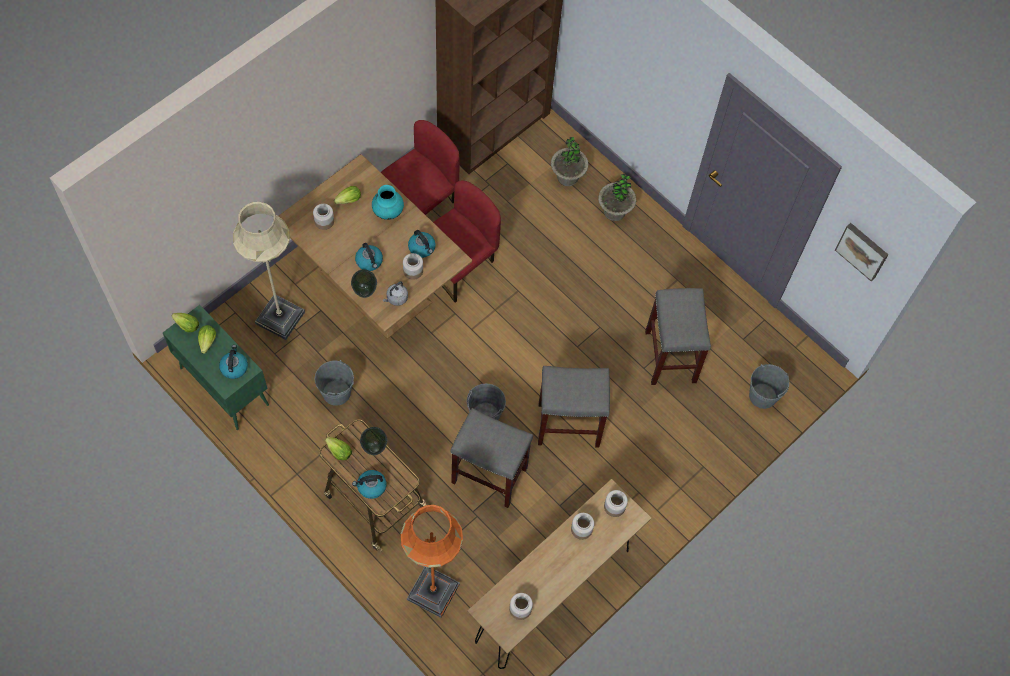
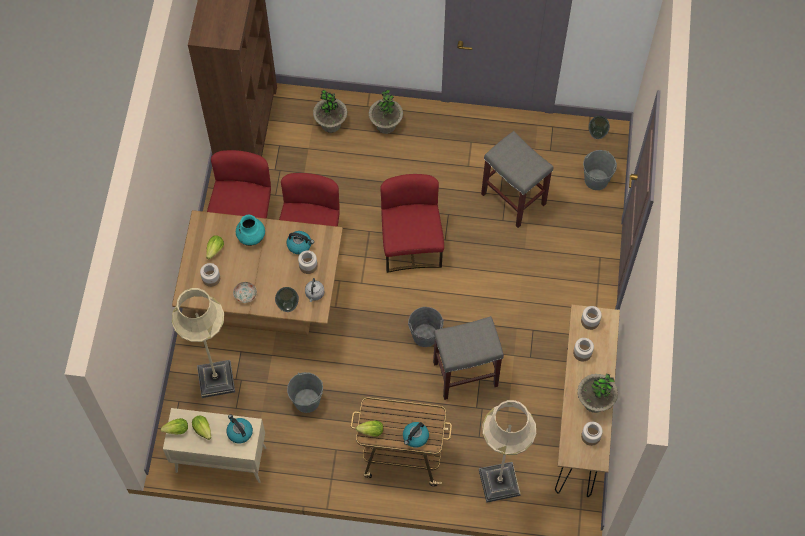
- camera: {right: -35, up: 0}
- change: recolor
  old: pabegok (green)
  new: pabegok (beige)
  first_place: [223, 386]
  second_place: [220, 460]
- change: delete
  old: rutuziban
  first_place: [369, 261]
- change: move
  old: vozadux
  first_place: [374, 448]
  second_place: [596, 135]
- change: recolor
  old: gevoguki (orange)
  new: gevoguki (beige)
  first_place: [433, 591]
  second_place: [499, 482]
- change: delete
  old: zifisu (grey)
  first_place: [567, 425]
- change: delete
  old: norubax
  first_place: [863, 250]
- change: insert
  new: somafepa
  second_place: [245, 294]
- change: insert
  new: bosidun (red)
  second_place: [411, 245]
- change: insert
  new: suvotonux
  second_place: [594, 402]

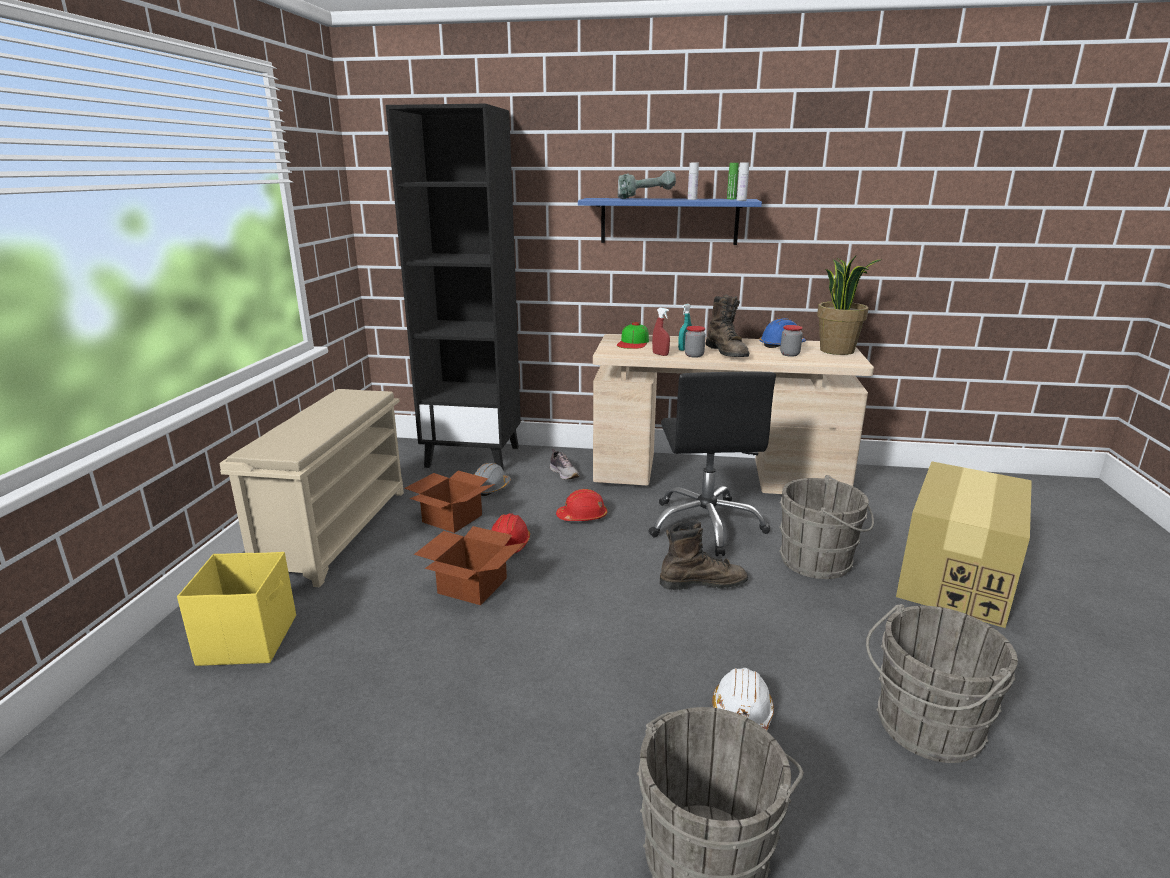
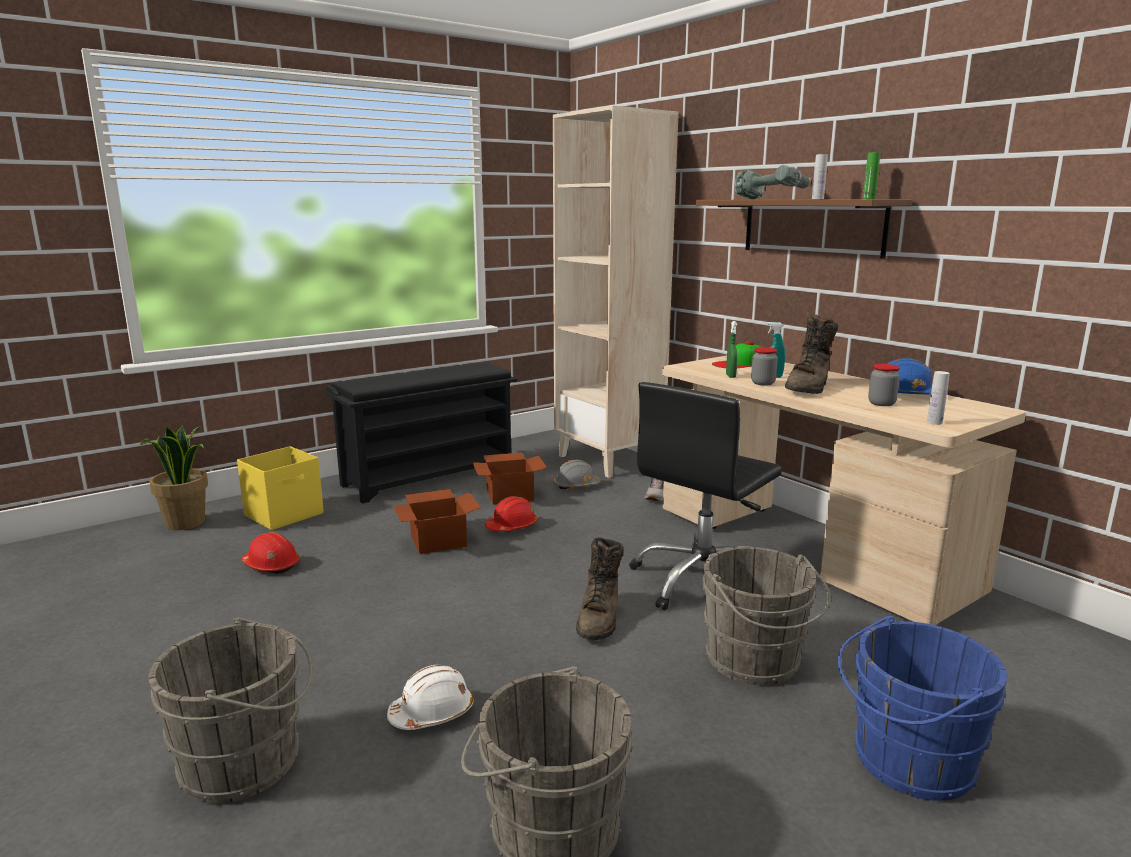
- camera: {right: 45, up: -5}
- change: recolor
  old: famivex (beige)
  new: famivex (black)
  first_place: [336, 530]
  second_place: [430, 476]
- change: recolor
  old: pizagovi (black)
  new: pizagovi (beige)
  first_place: [474, 456]
  second_place: [609, 460]
- change: move
  old: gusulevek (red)
  first_place: [582, 517]
  second_place: [271, 565]
- change: recolor
  old: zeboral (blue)
  new: zeboral (brown)
  first_place: [669, 221]
  second_place: [812, 227]
- change: recolor
  old: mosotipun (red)
  new: mosotipun (green)
  first_place: [660, 354]
  second_place: [730, 376]
- change: rotate
  old: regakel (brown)
  first_place: [702, 583]
  second_place: [599, 619]
  degrees: 60
- change: move
  old: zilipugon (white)
  first_place: [741, 200]
  second_place: [934, 422]
- change: move
  old: suvotonux
  first_place: [837, 350]
  second_place: [186, 523]
- change: replace
  old: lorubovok
  new: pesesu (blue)
  first_place: [955, 577]
  second_place: [906, 762]

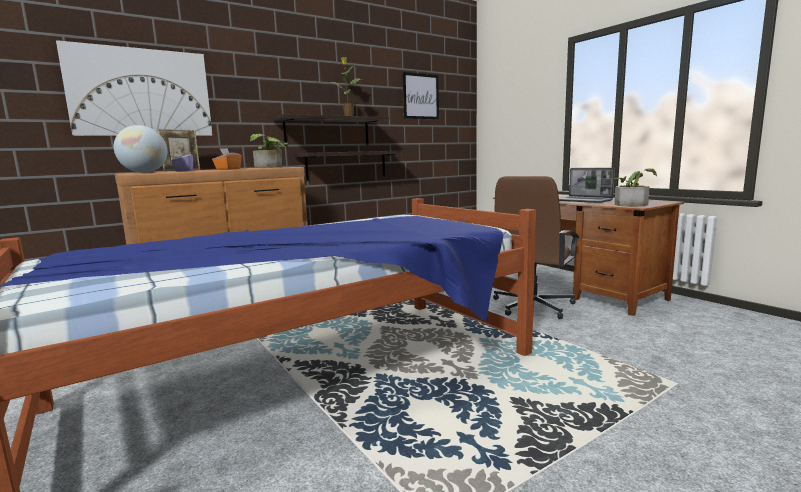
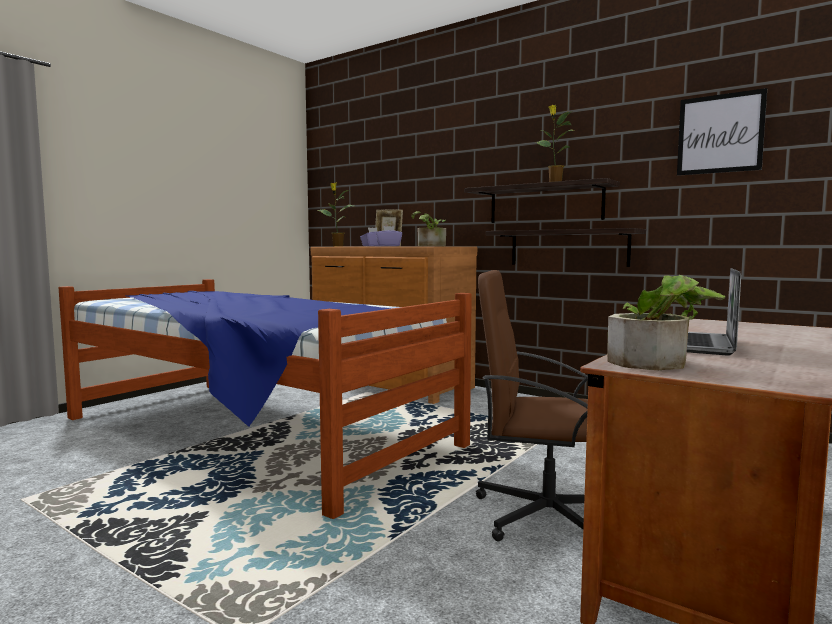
- camera: {right: 70, up: -5}
- change: delete
  old: norubax
  first_place: [141, 93]
- change: replace
  old: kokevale
  new: suvotonux
  first_place: [144, 172]
  second_place: [337, 246]
- change: recolor
  old: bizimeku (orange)
  new: bizimeku (purple)
  first_place: [228, 169]
  second_place: [389, 246]

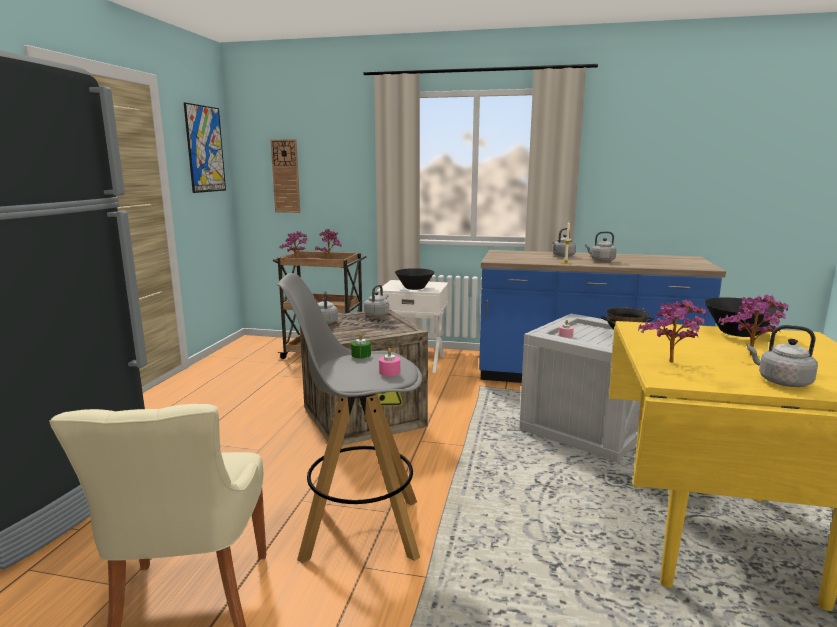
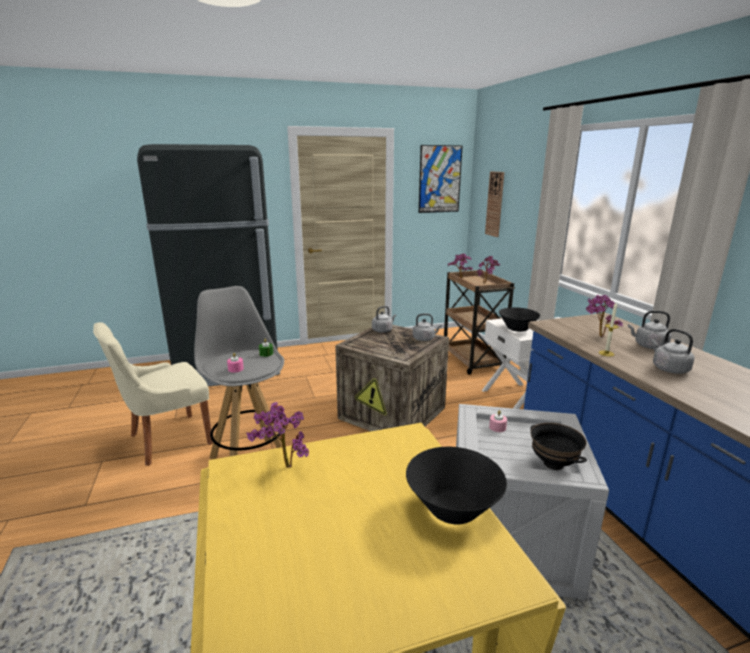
- camera: {right: 60, up: 5}
- change: move
  old: suvotonux
  first_place: [751, 356]
  second_place: [597, 336]
- change: delete
  old: rutuziban (grey)
  first_place: [781, 382]

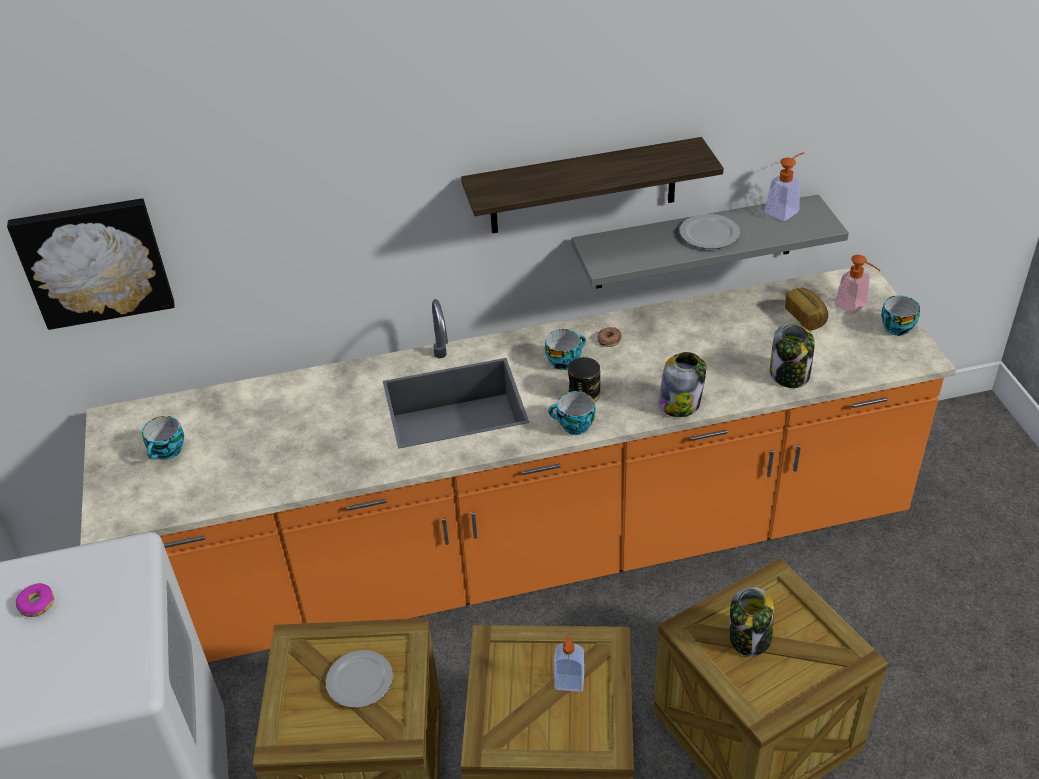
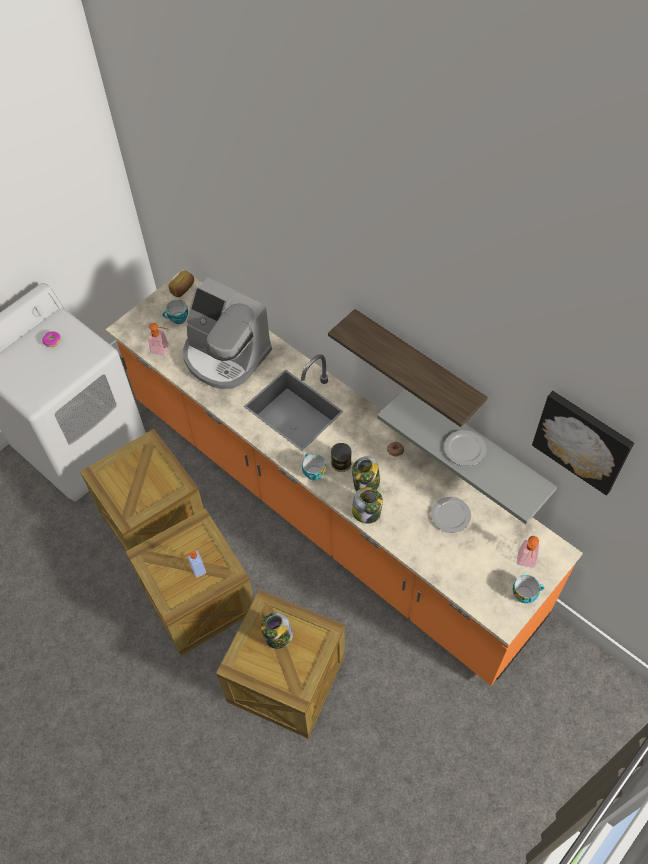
- camera: {right: 55, up: 15}
- change: move
  old: norubax
  first_place: [94, 261]
  second_place: [583, 441]
- change: move
  old: somafepa
  first_place: [360, 679]
  second_place: [451, 515]
- change: delete
  old: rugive
  first_place: [564, 360]
- change: move
  old: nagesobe
  first_place: [785, 210]
  second_place: [163, 349]
- change: move
  old: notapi
  first_place: [790, 375]
  second_place: [366, 484]
- change: move
  old: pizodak
  first_place: [806, 317]
  second_place: [183, 289]
- change: insert
  new: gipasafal
  second_place: [225, 356]

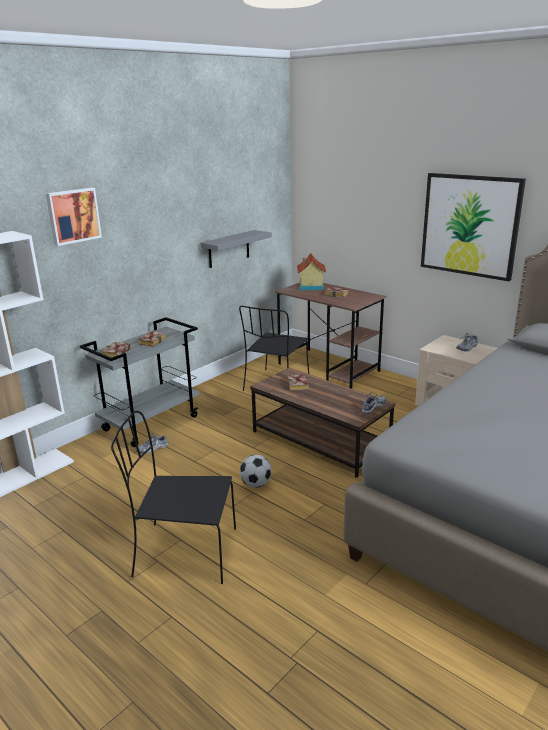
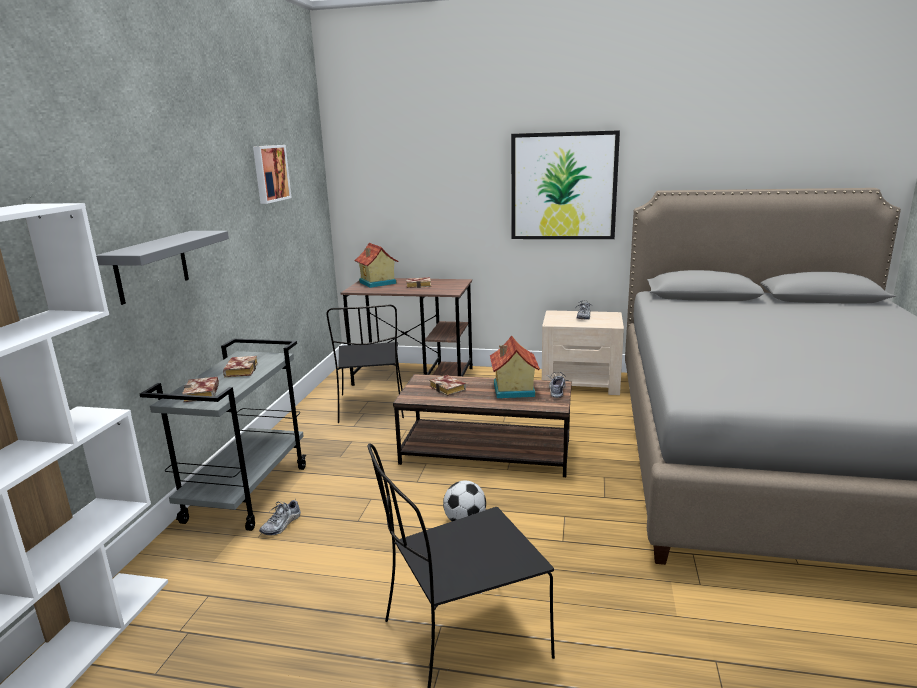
- camera: {right: -30, up: -5}
- change: move
  old: norubax
  first_place: [73, 216]
  second_place: [270, 173]
- change: move
  old: zeboral (grey)
  first_place: [229, 249]
  second_place: [152, 266]
- change: insert
  new: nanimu
  second_place: [512, 390]

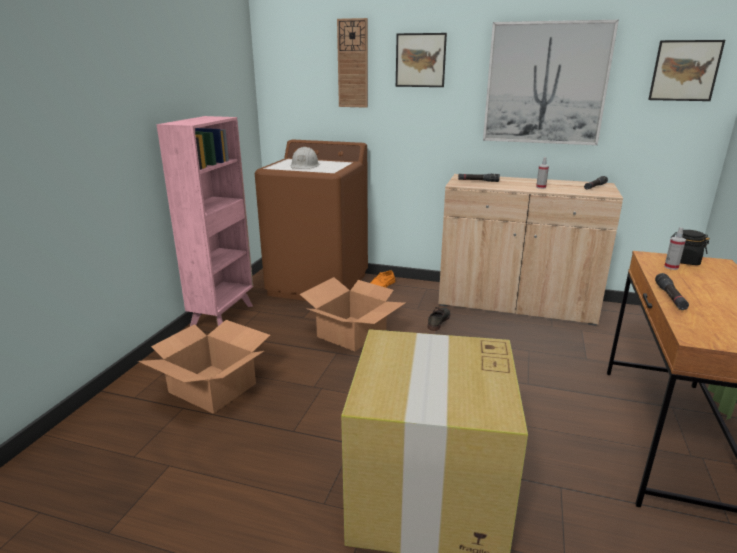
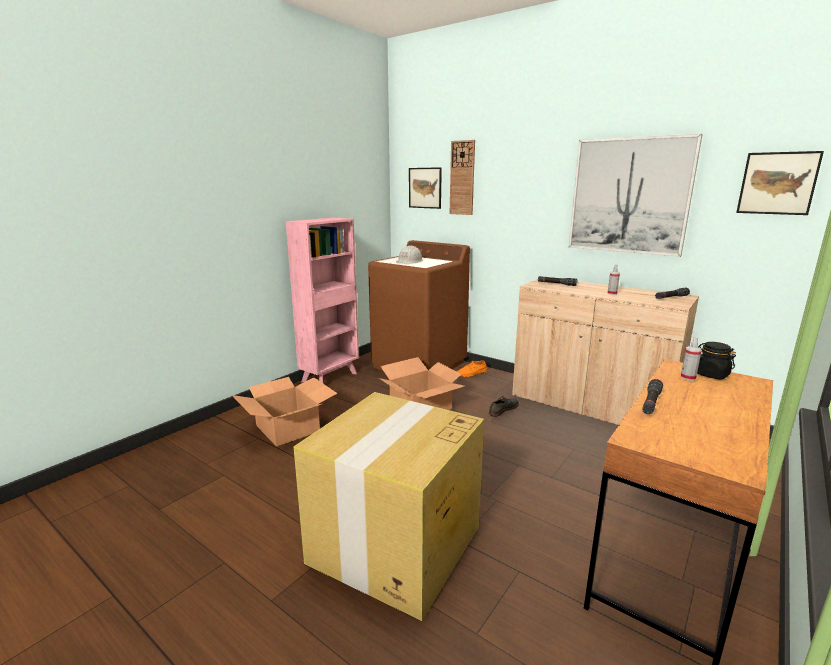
- camera: {right: 20, up: -5}
- change: move
  old: norubax
  first_place: [420, 60]
  second_place: [425, 188]

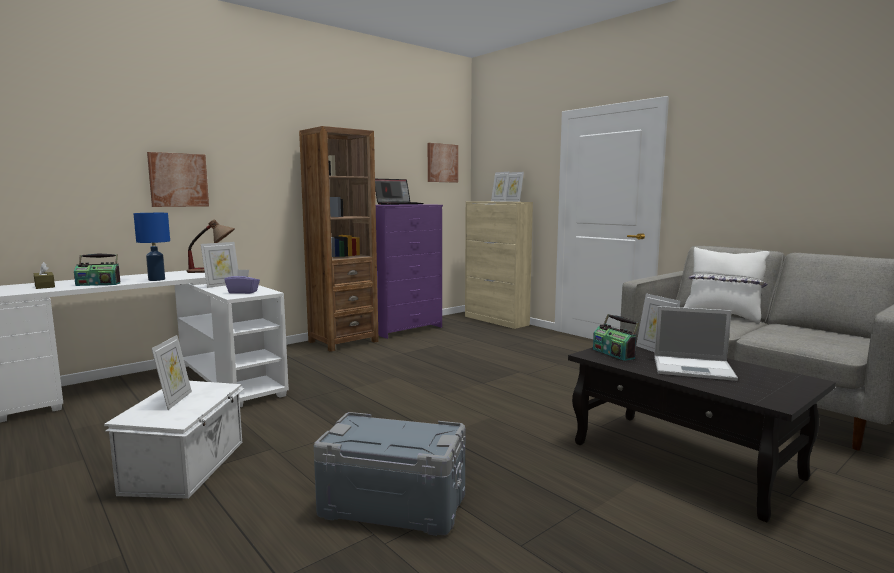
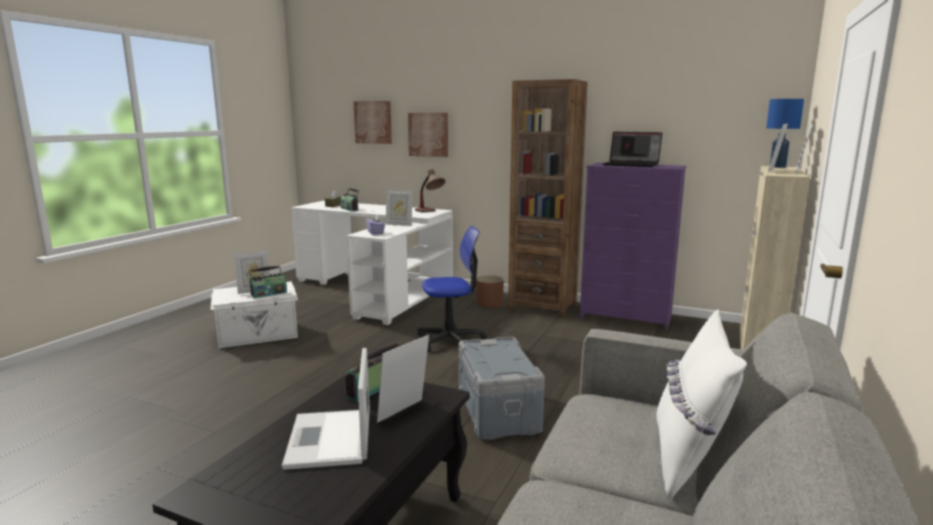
- camera: {right: 65, up: 5}
- change: move
  old: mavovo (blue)
  first_place: [156, 280]
  second_place: [777, 167]
- change: move
  old: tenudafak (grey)
  first_place: [393, 505]
  second_place: [496, 411]
- change: move
  old: norubax
  first_place: [442, 163]
  second_place: [373, 122]
- change: insert
  new: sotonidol
  second_place: [269, 294]
- change: insert
  new: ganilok
  second_place: [451, 341]
- change: insert
  new: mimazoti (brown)
  second_place: [489, 303]

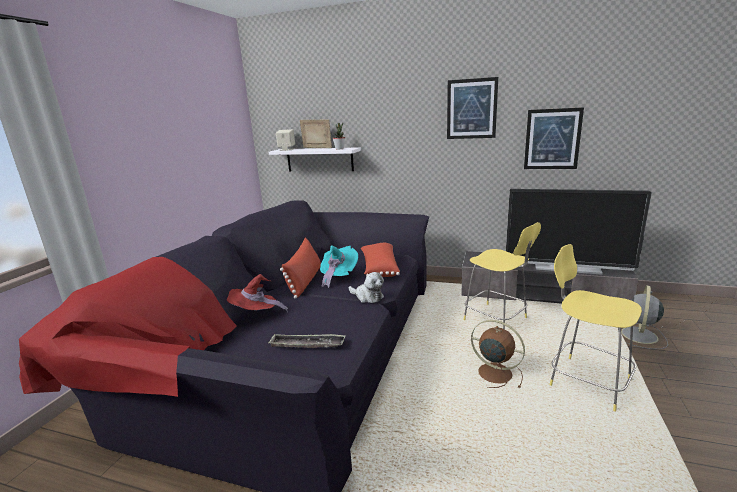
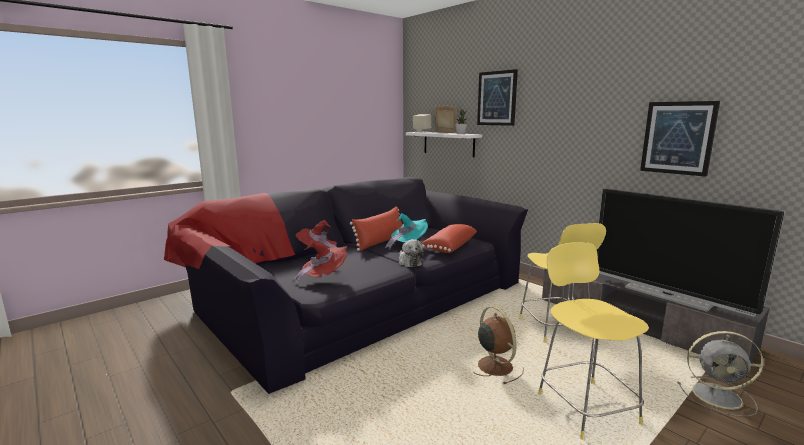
- camera: {right: 30, up: -5}
- change: replace
  old: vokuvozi
  new: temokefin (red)
  first_place: [307, 344]
  second_place: [323, 278]
- change: move
  old: norubax
  first_place: [471, 109]
  second_place: [497, 98]
- change: rotate
  old: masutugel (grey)
  first_place: [639, 336]
  second_place: [719, 396]
  degrees: -135

